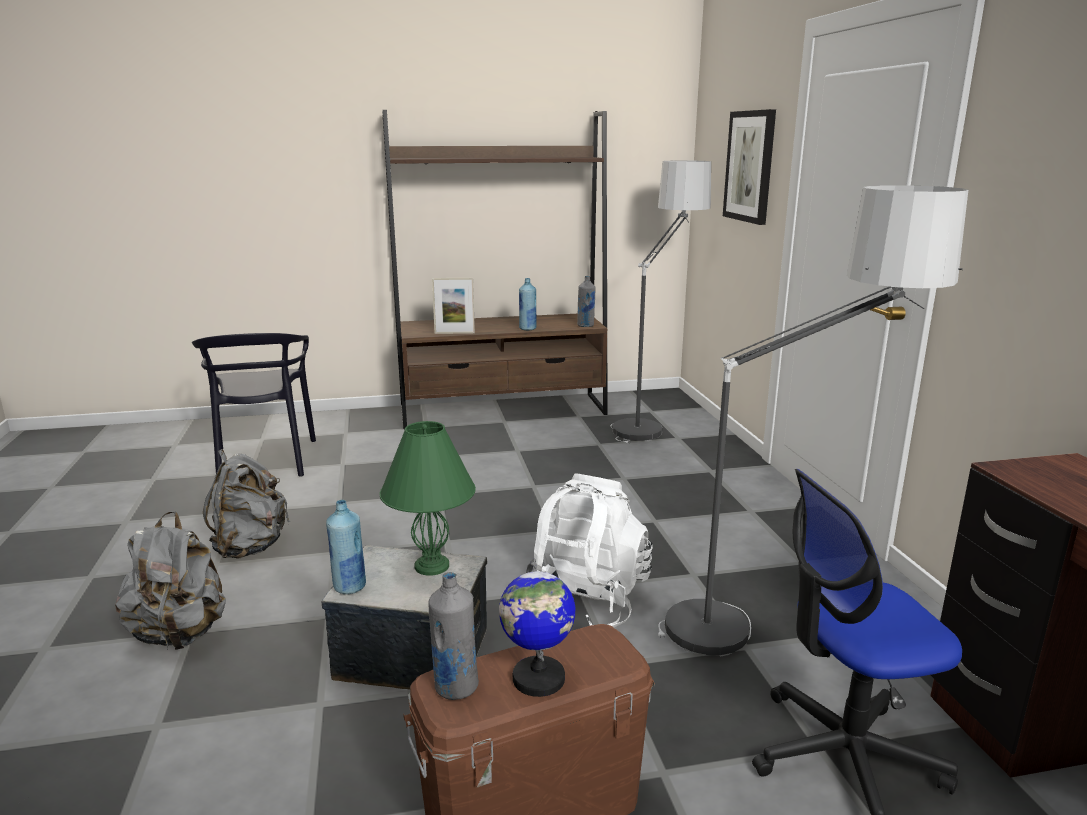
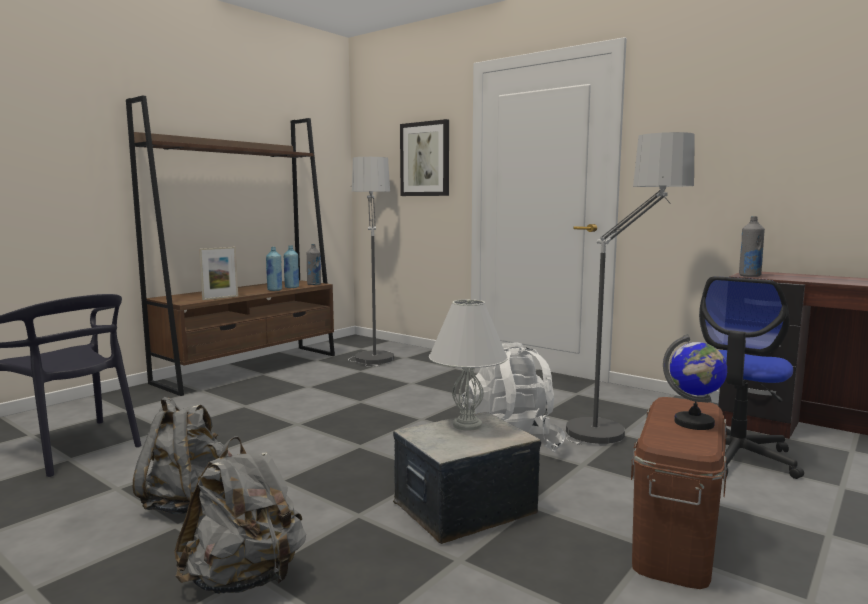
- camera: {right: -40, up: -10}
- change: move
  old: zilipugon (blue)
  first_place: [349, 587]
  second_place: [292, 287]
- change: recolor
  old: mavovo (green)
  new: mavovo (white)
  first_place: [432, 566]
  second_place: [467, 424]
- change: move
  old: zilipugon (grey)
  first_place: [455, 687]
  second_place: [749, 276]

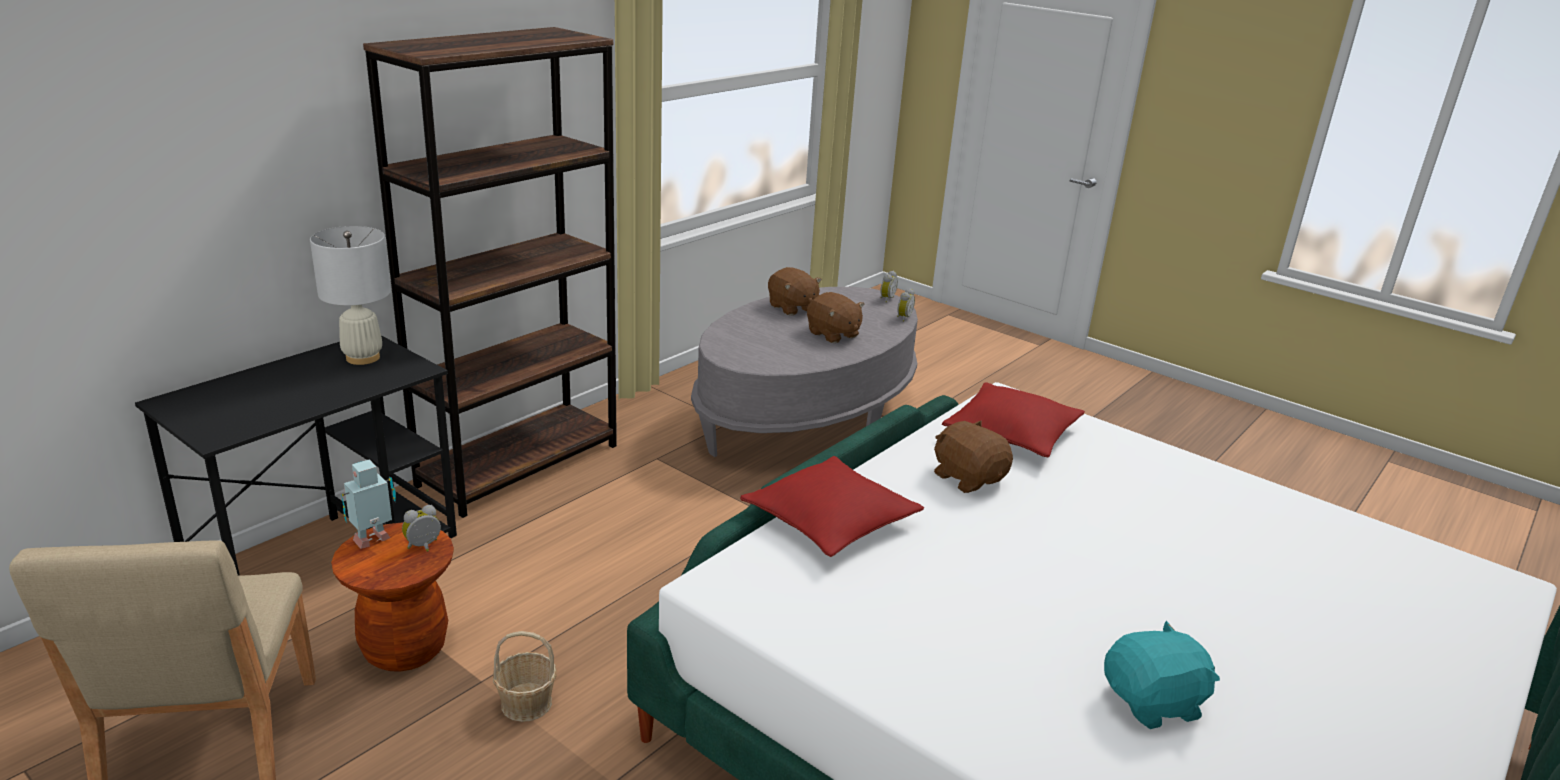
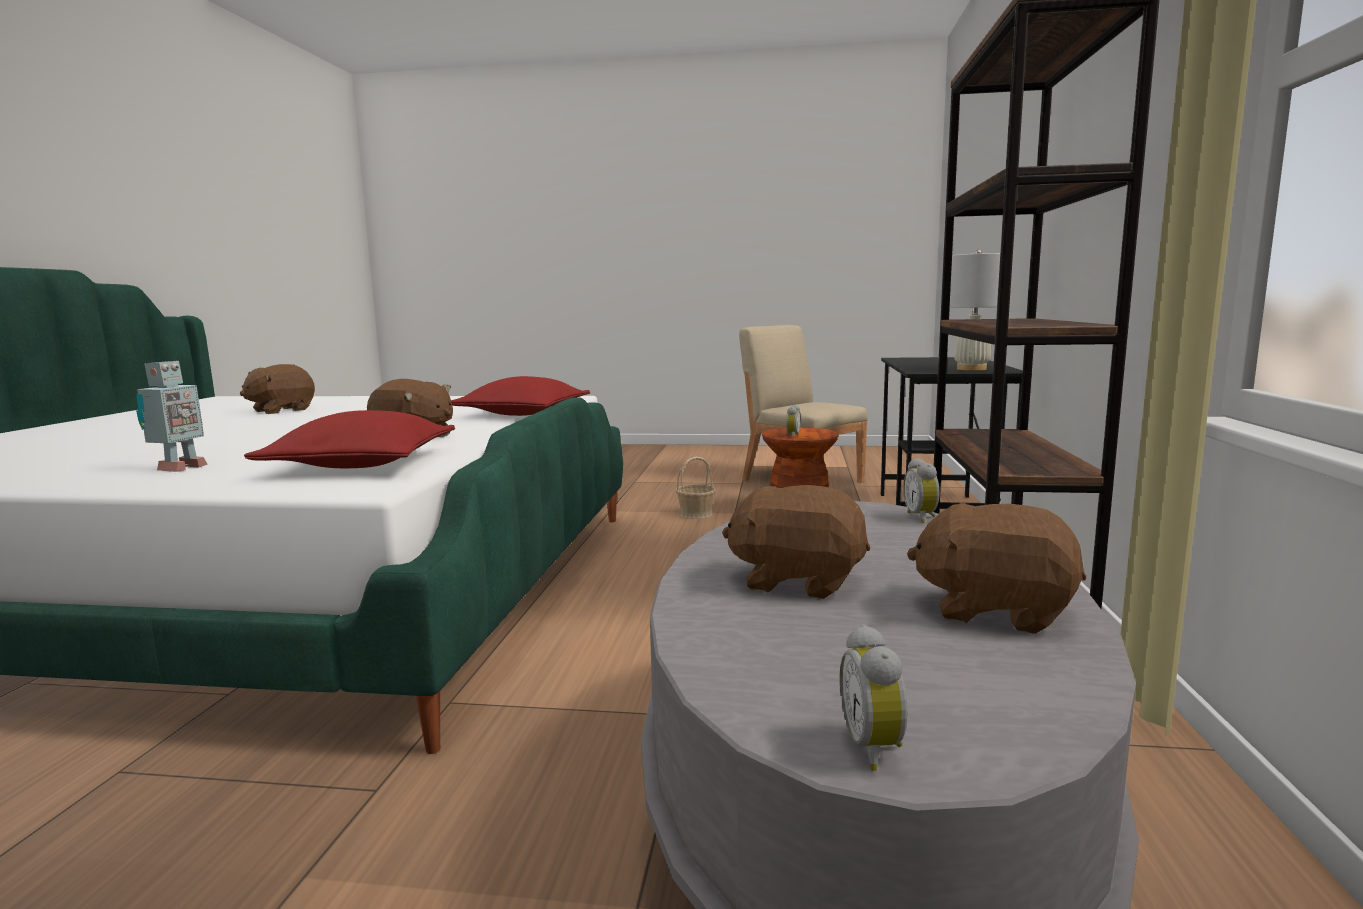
- camera: {right: 150, up: -15}
- change: move
  old: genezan
  first_place: [374, 541]
  second_place: [178, 468]
- change: move
  old: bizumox
  first_place: [903, 318]
  second_place: [922, 517]
- change: recolor
  old: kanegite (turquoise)
  new: kanegite (brown)
  first_place: [1153, 703]
  second_place: [281, 410]

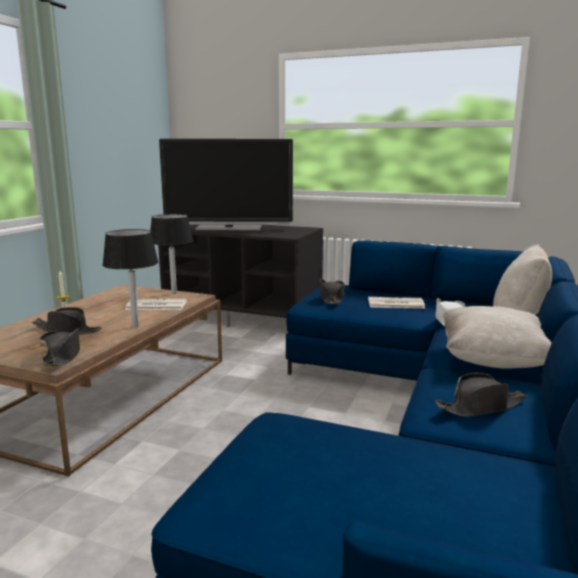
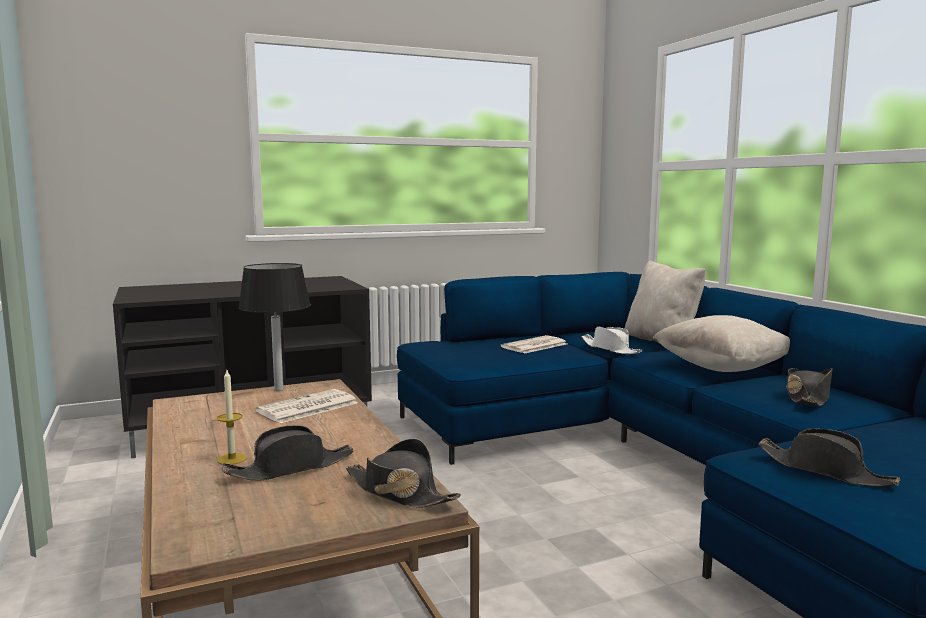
- camera: {right: -45, up: -5}
- change: delete
  old: mavovo (black)
  first_place: [135, 326]
- change: delete
  old: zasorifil
  first_place: [229, 228]
- change: move
  old: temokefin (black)
  first_place: [331, 298]
  second_place: [825, 470]

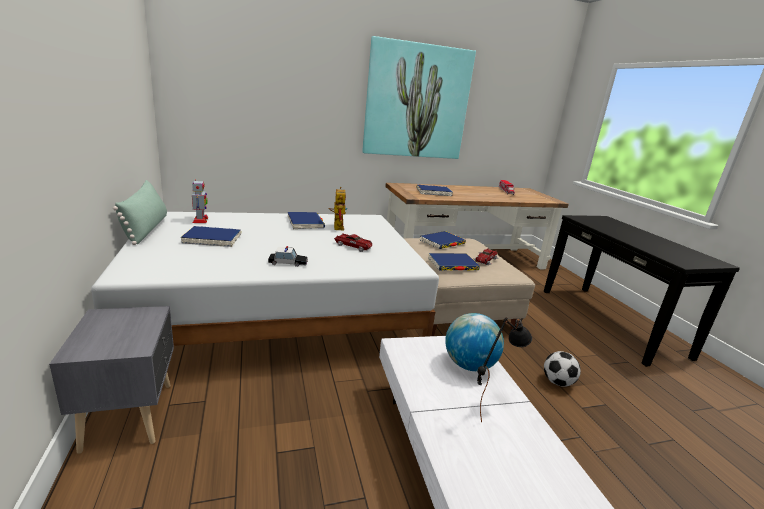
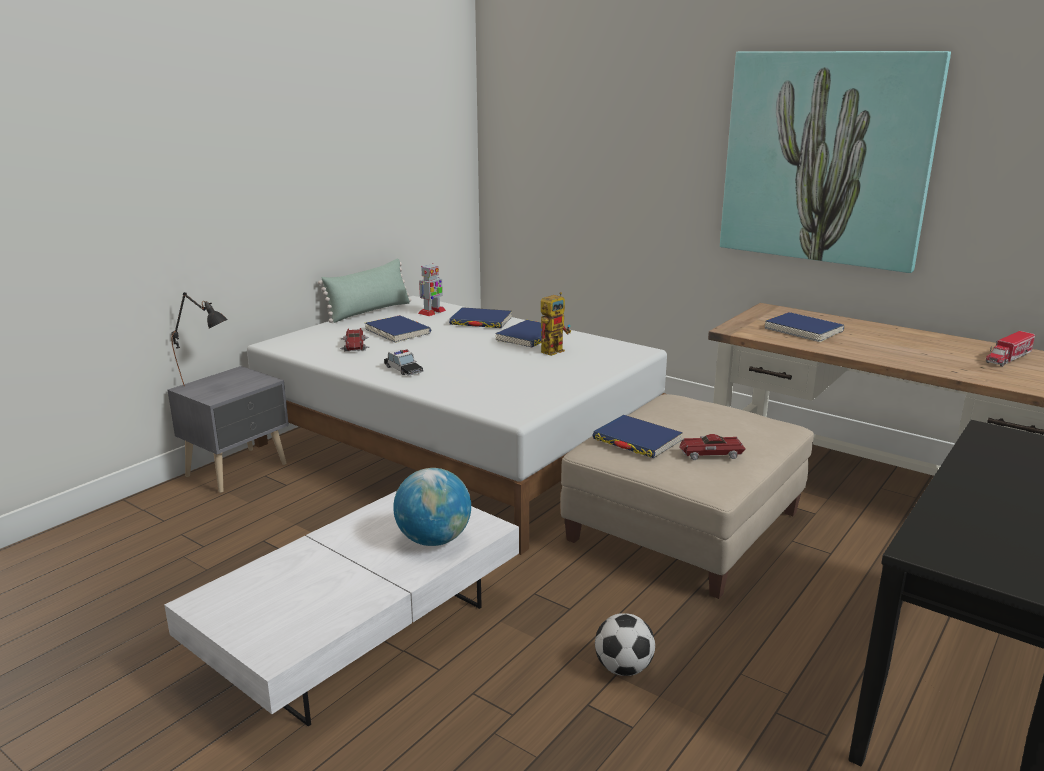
- camera: {right: 55, up: 0}
- change: move
  old: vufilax
  first_place: [353, 246]
  second_place: [355, 345]
- change: move
  old: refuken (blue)
  first_place: [442, 242]
  second_place: [481, 321]
- change: move
  old: mavovo (black)
  first_place: [489, 407]
  second_place: [207, 385]

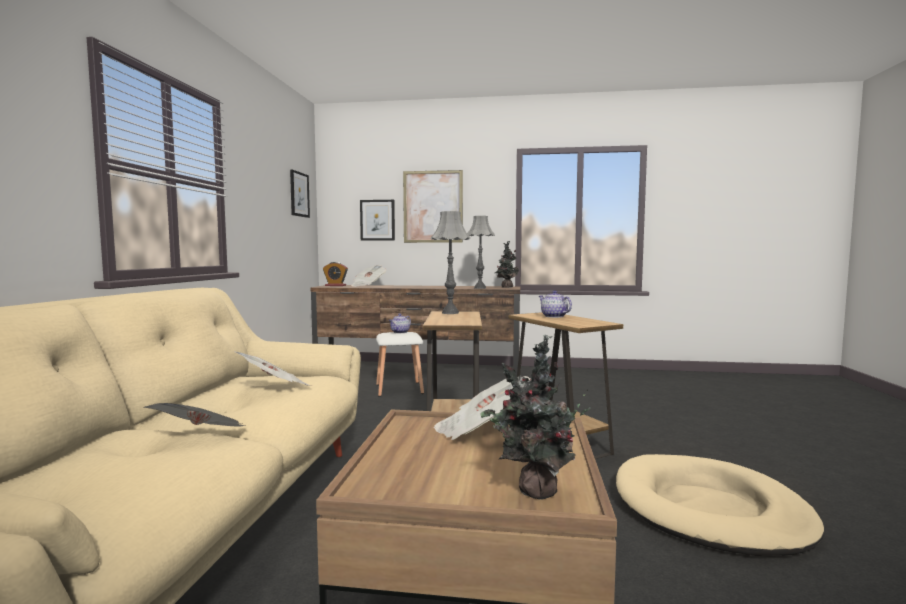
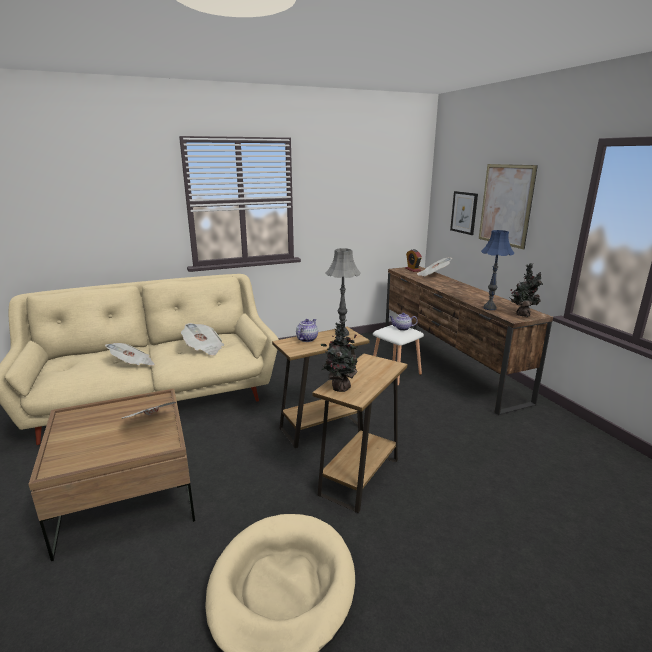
- camera: {right: 60, up: 15}
- change: delete
  old: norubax
  first_place: [299, 194]
- change: recolor
  old: mavovo (grey)
  new: mavovo (blue)
  first_place: [480, 288]
  second_place: [489, 308]
- change: move
  old: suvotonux
  first_place: [535, 492]
  second_place: [339, 388]
- change: move
  old: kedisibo
  first_place: [553, 316]
  second_place: [307, 339]

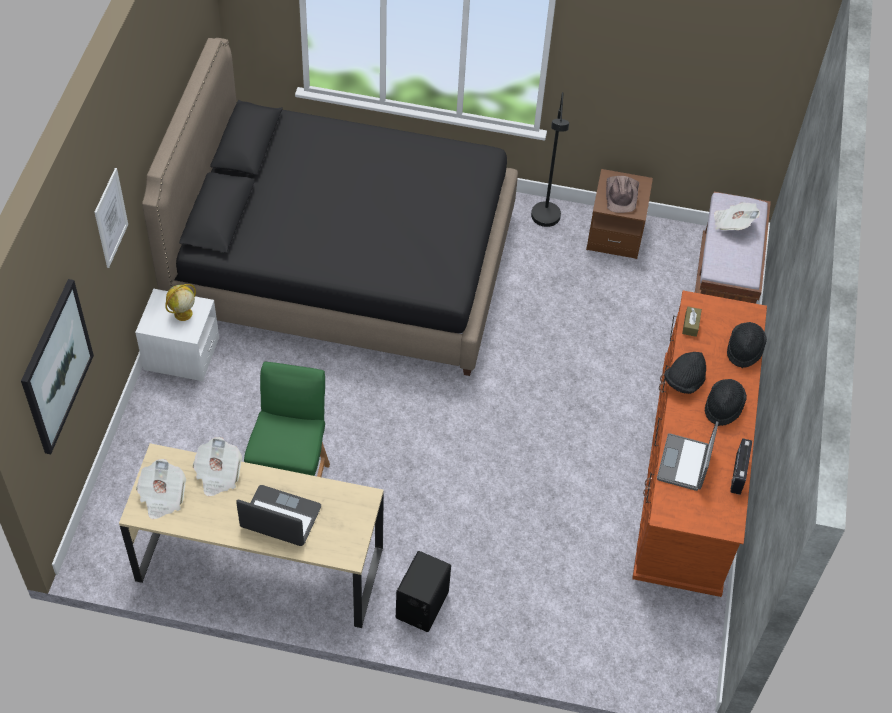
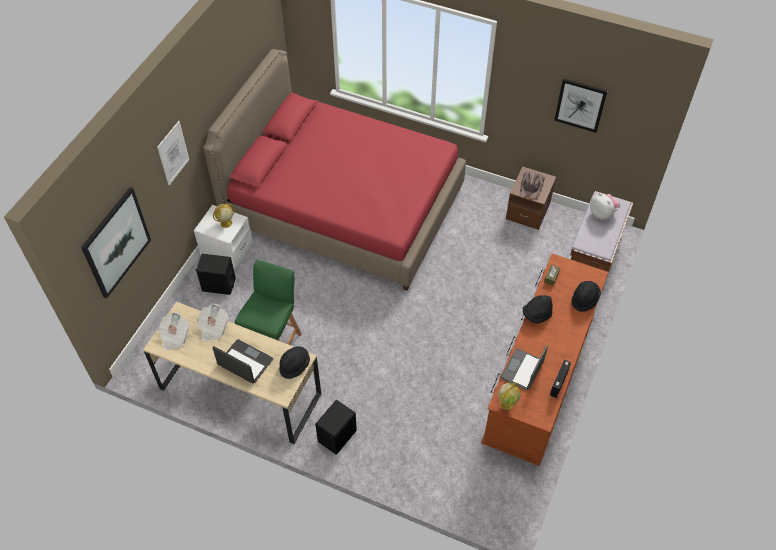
- camera: {right: 15, up: 0}
- change: recolor
  old: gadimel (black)
  new: gadimel (red)
  first_place: [344, 264]
  second_place: [344, 206]
- change: delete
  old: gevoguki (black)
  first_place: [545, 222]
- change: move
  old: temokefin (black)
  first_place: [723, 407]
  second_place: [294, 366]
- change: replace
  old: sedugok
  new: kanegite
  first_place: [732, 224]
  second_place: [602, 214]
- change: insert
  new: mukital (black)
  second_place: [218, 285]
- change: insert
  new: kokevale
  second_place: [507, 403]
- change: insert
  new: norubax
  second_place: [580, 105]

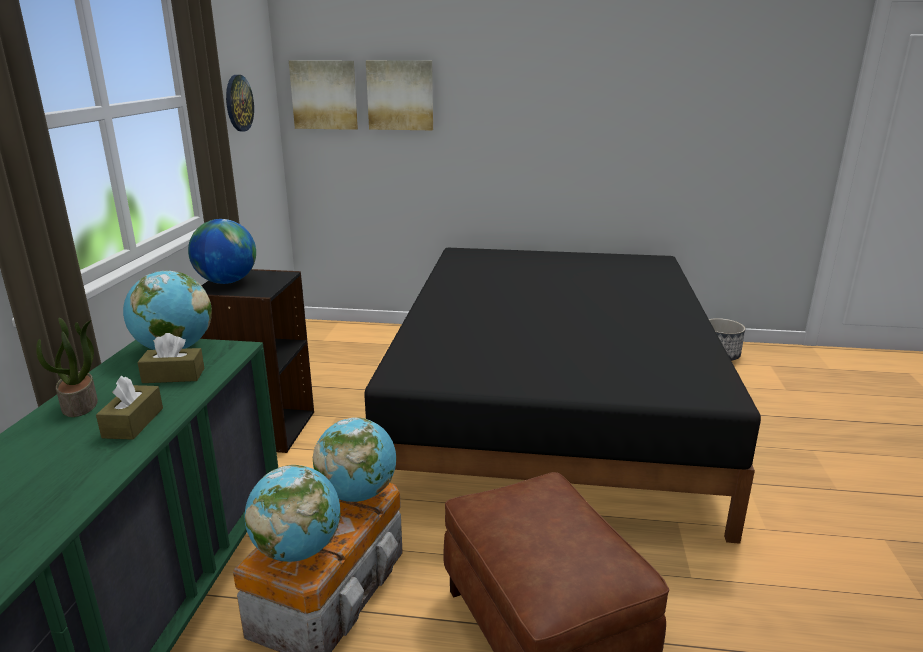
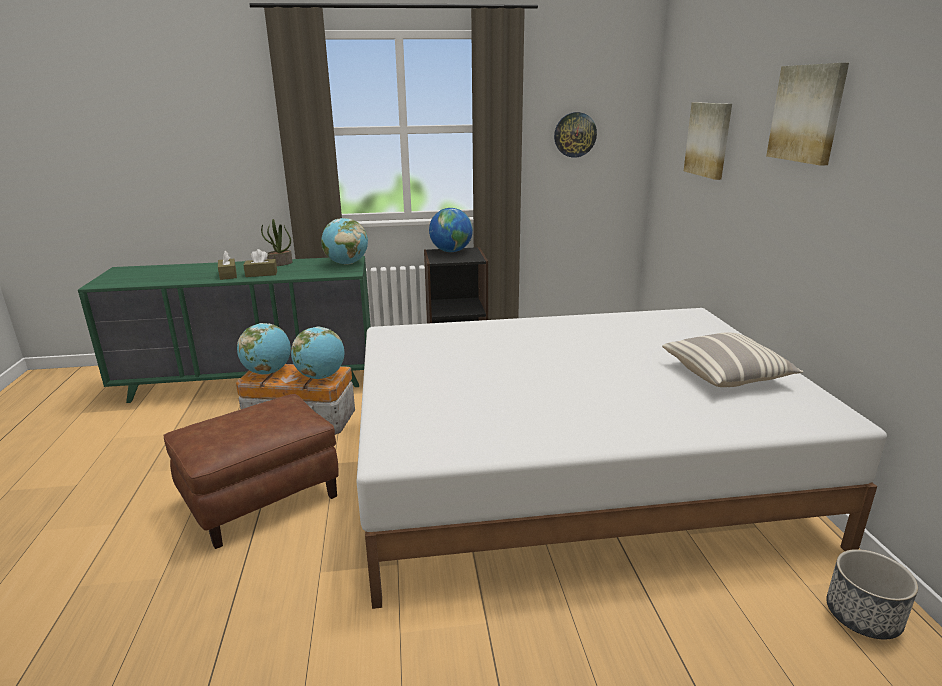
- camera: {right: 75, up: 0}
- change: move
  old: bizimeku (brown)
  first_place: [173, 376]
  second_place: [228, 275]
- change: move
  old: norubax
  first_place: [324, 95]
  second_place: [807, 113]
- change: recolor
  old: gadimel (black)
  new: gadimel (white)
  first_place: [551, 406]
  second_place: [572, 472]
- change: insert
  new: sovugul
  second_place: [726, 374]

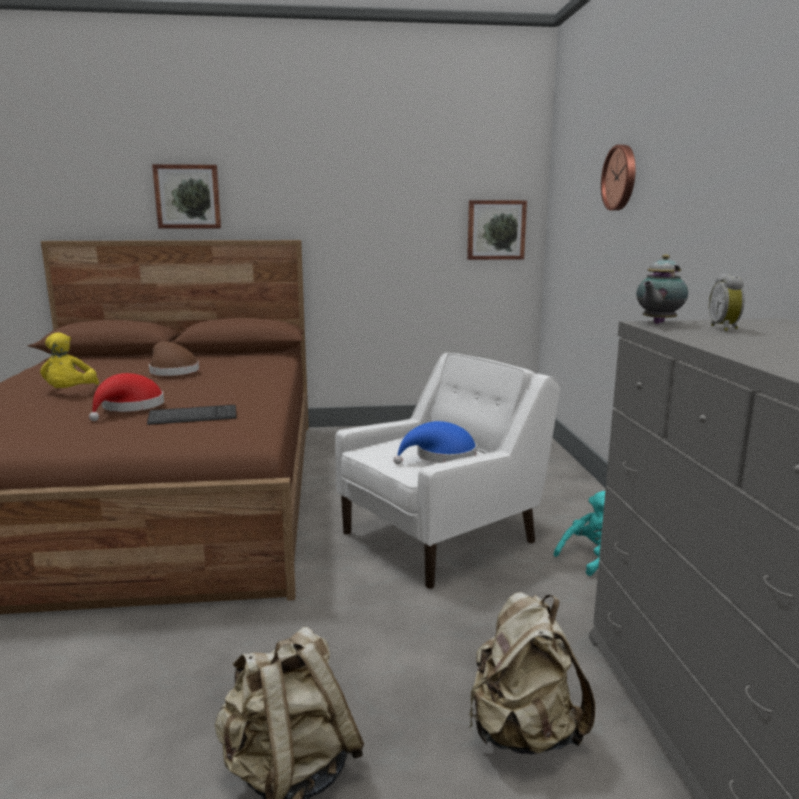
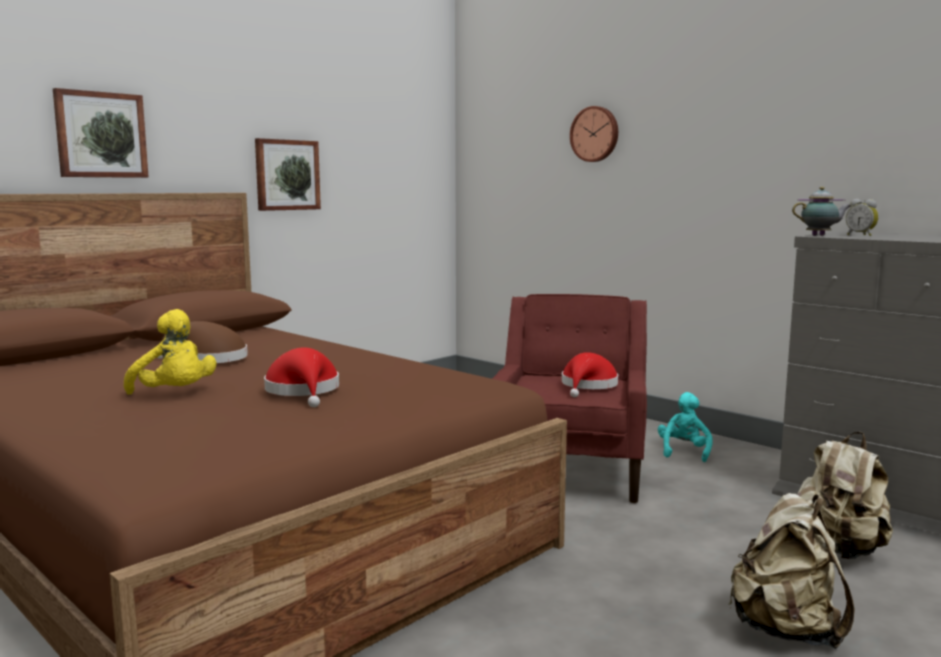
- camera: {right: -40, up: -5}
- change: delete
  old: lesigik
  first_place: [193, 417]
- change: recolor
  old: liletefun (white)
  new: liletefun (red)
  first_place: [441, 537]
  second_place: [570, 470]
- change: recolor
  old: temokefin (blue)
  new: temokefin (red)
  first_place: [441, 456]
  second_place: [588, 386]
- change: move
  old: norubax
  first_place: [496, 230]
  second_place: [287, 175]
- change: rotate
  old: kedisibo
  first_place: [657, 323]
  second_place: [820, 235]
  degrees: -90

